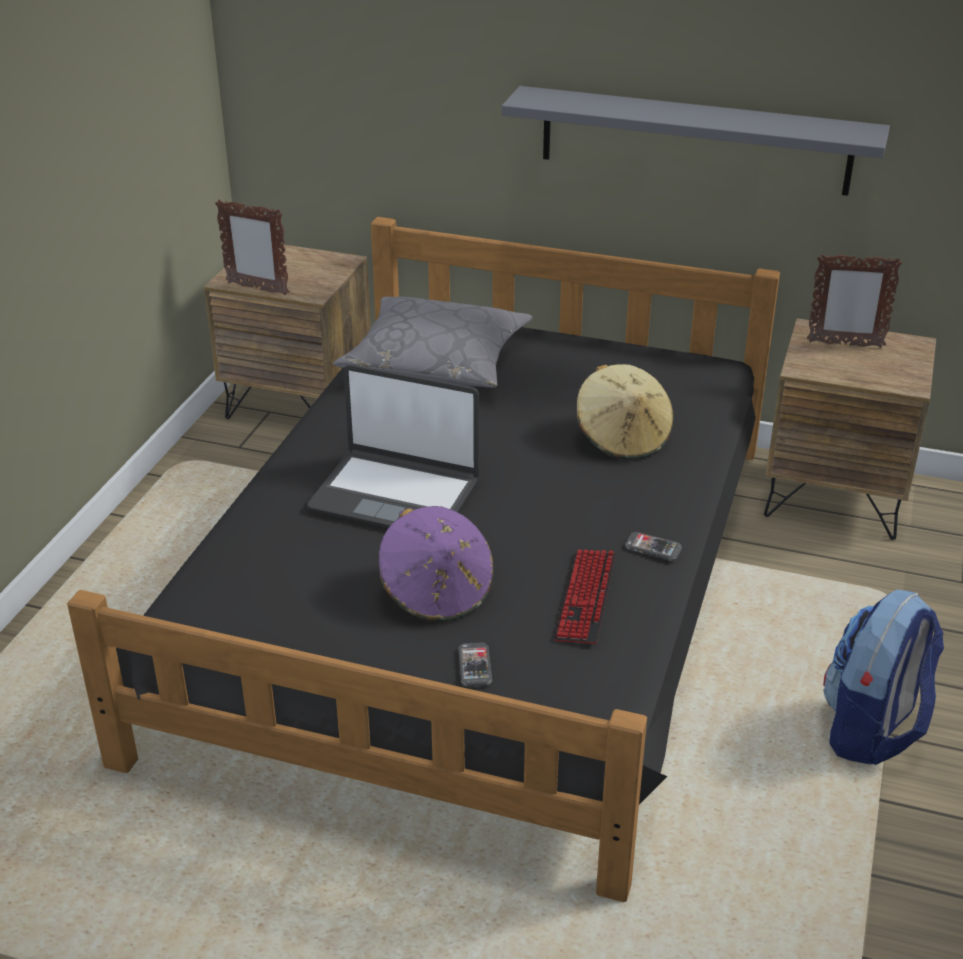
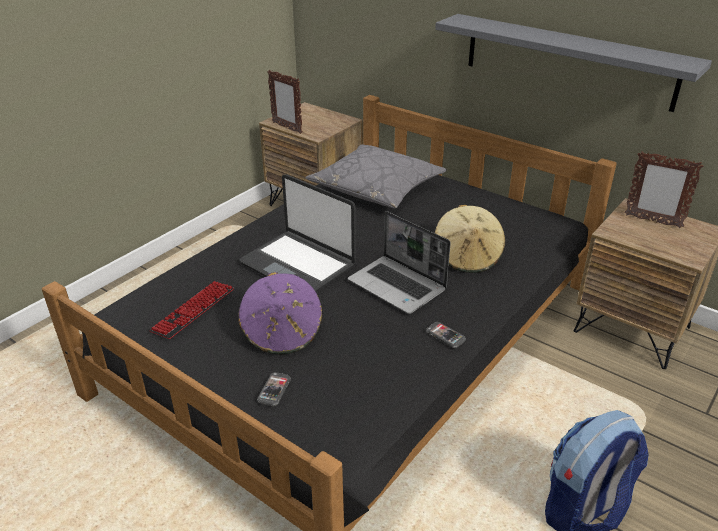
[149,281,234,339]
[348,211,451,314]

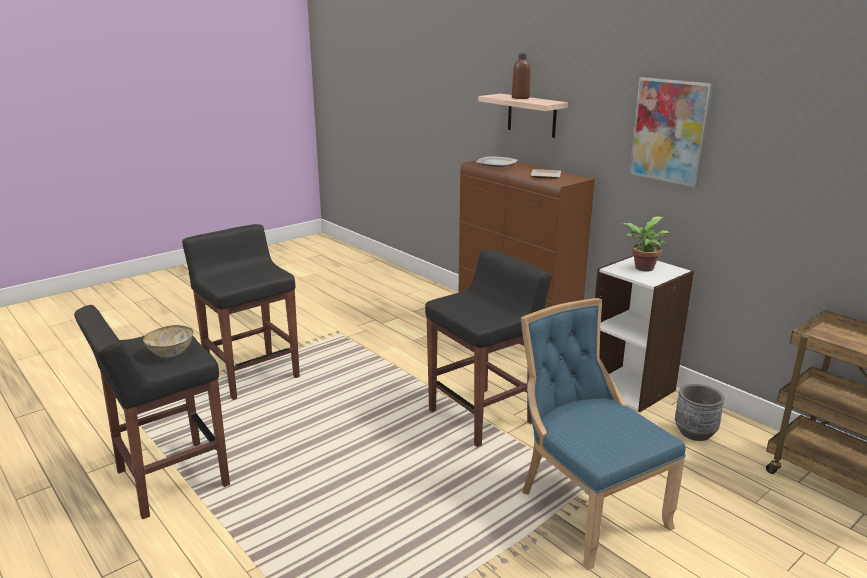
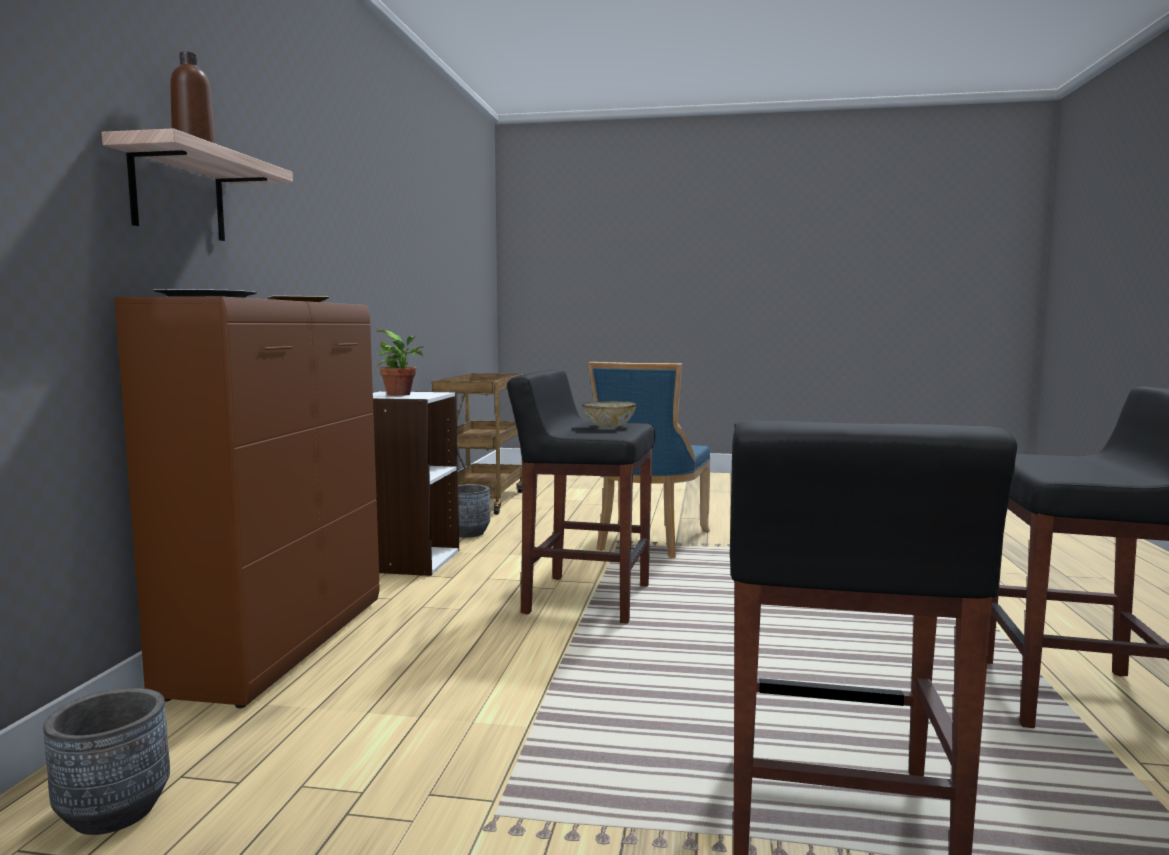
[629,77,713,188] (first image)
[582,401,637,427]
[43,688,170,835]

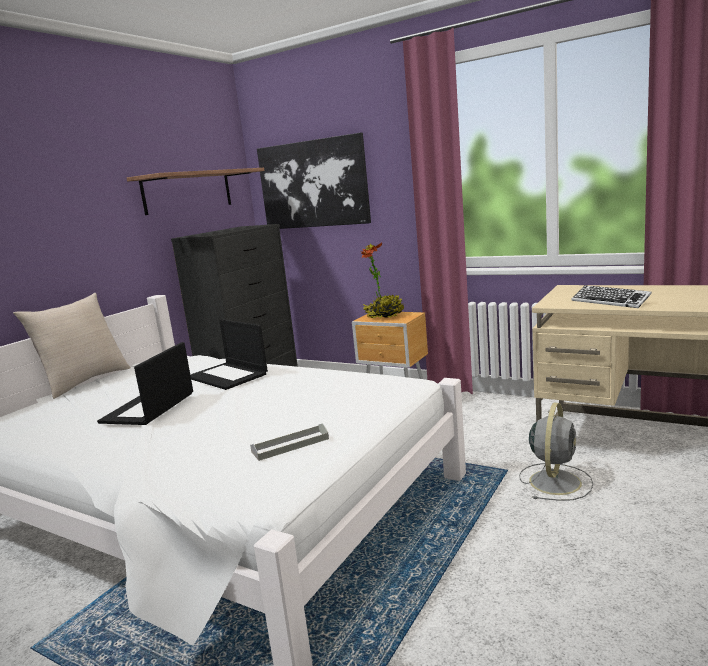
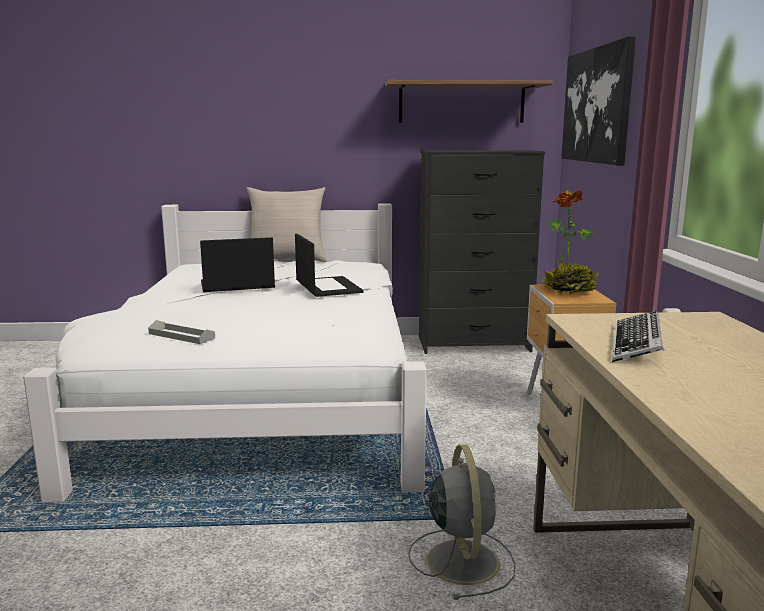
[295,234,364,297]
[408,445,516,600]

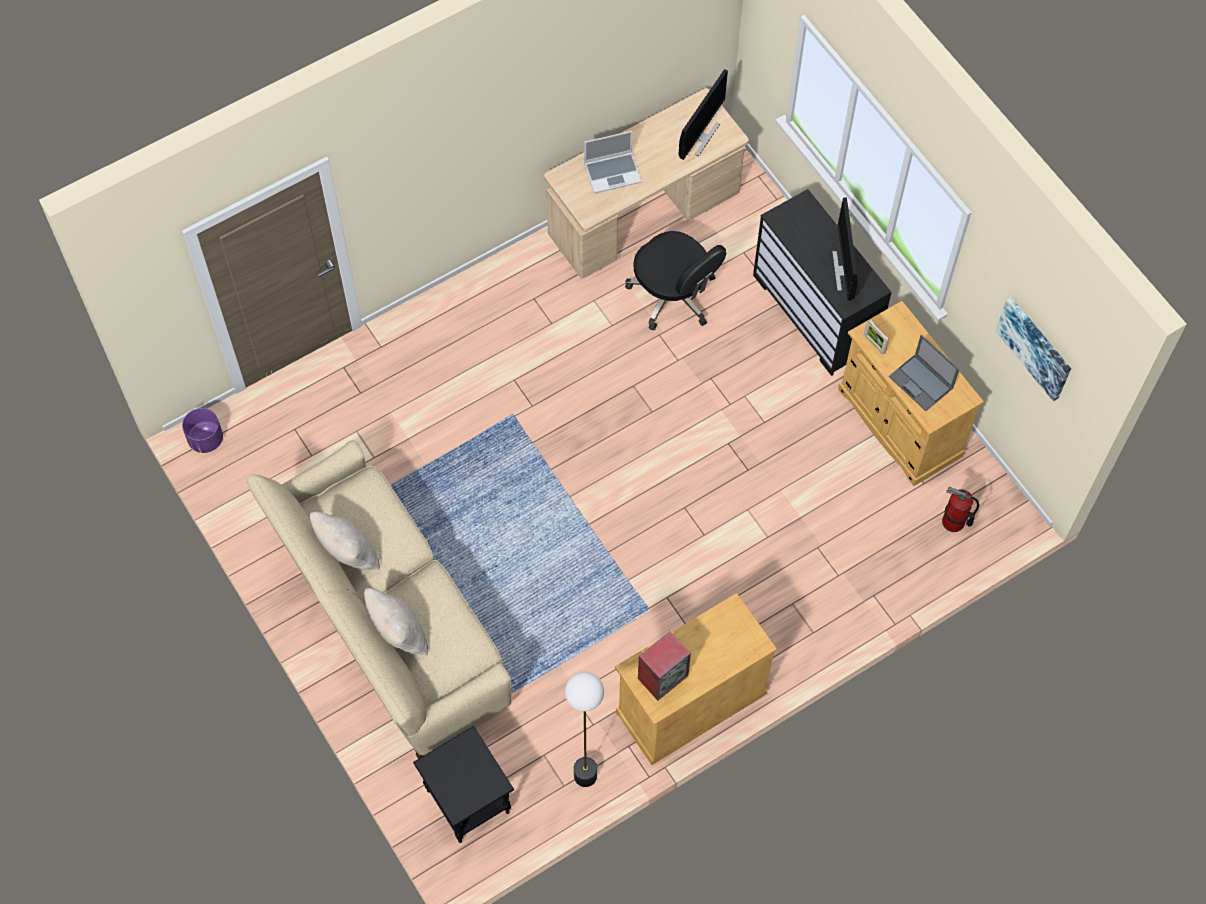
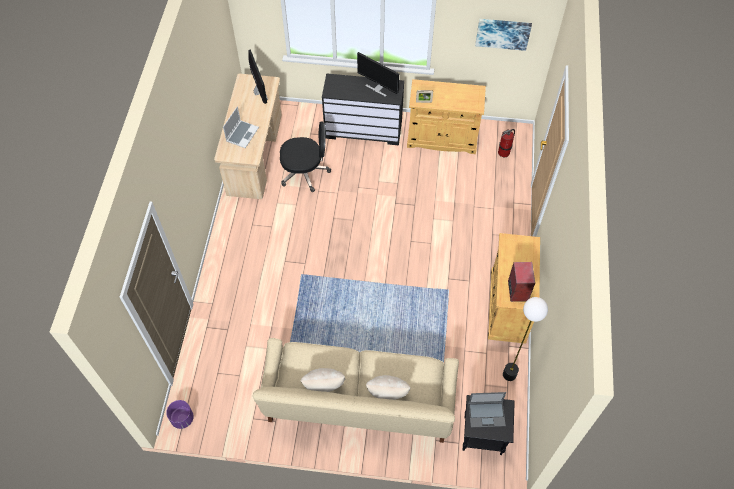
[468,392,506,427]

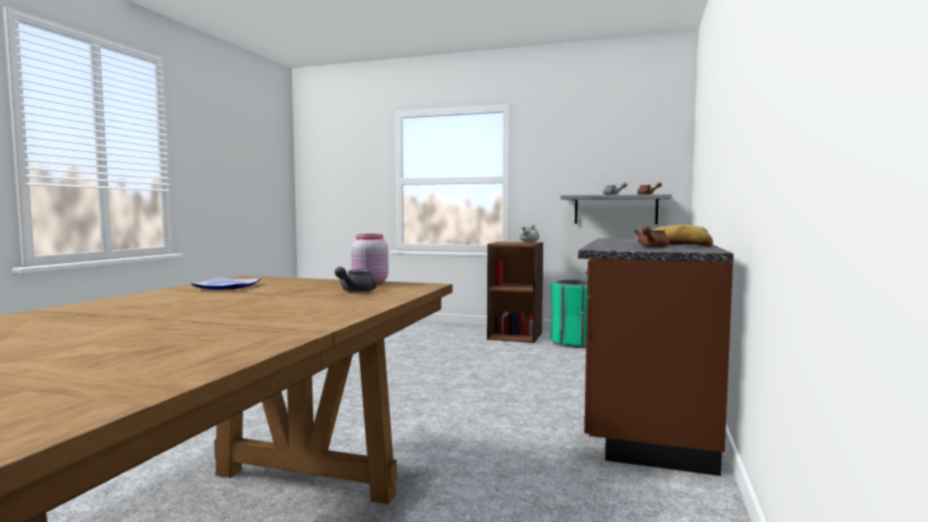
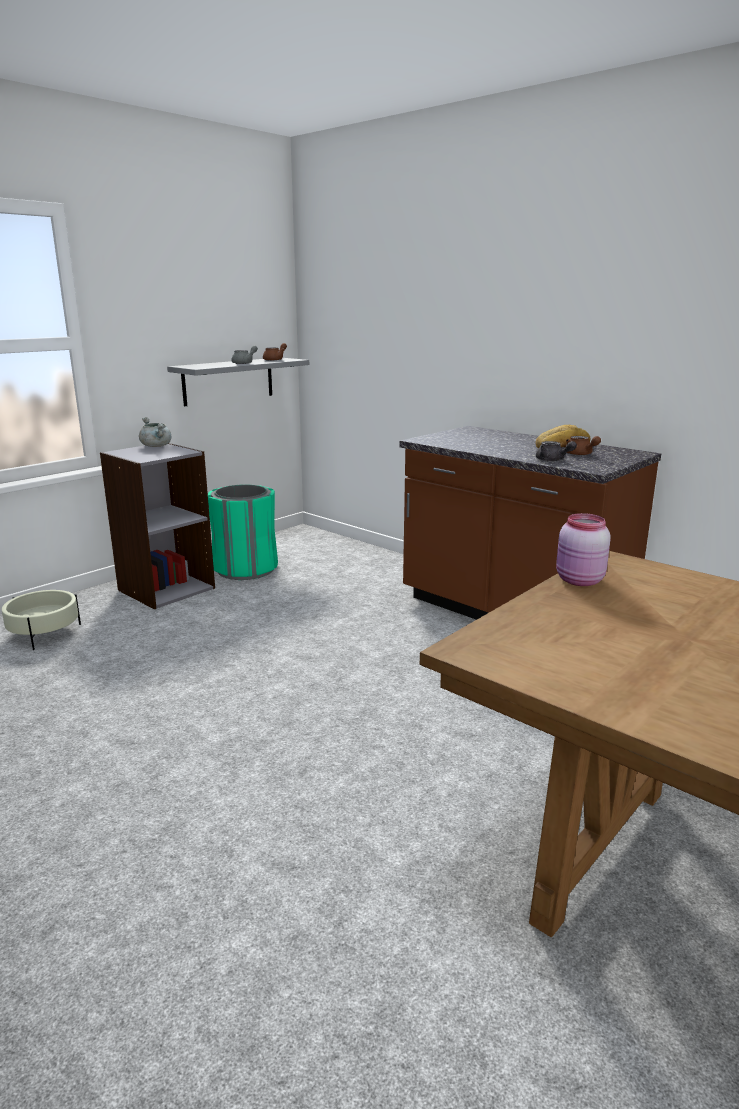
[100,443,215,609]
[536,441,577,462]
[191,277,261,290] (first image)
[2,590,81,650]

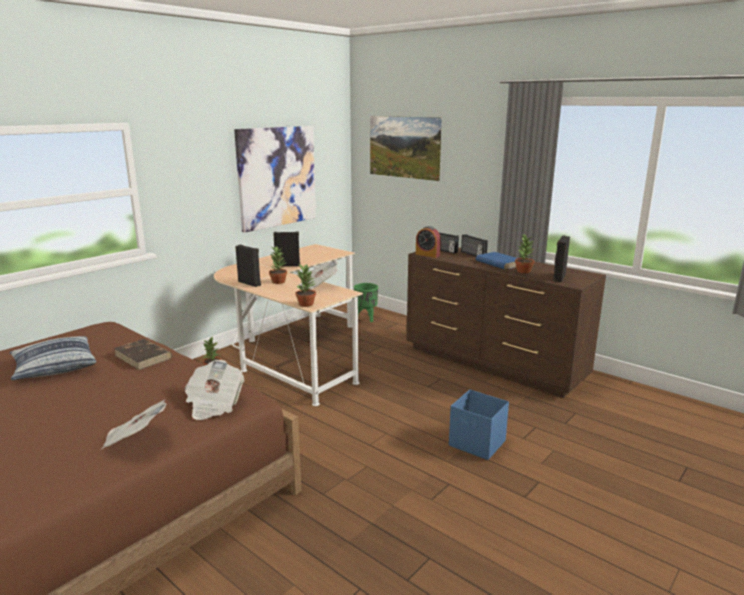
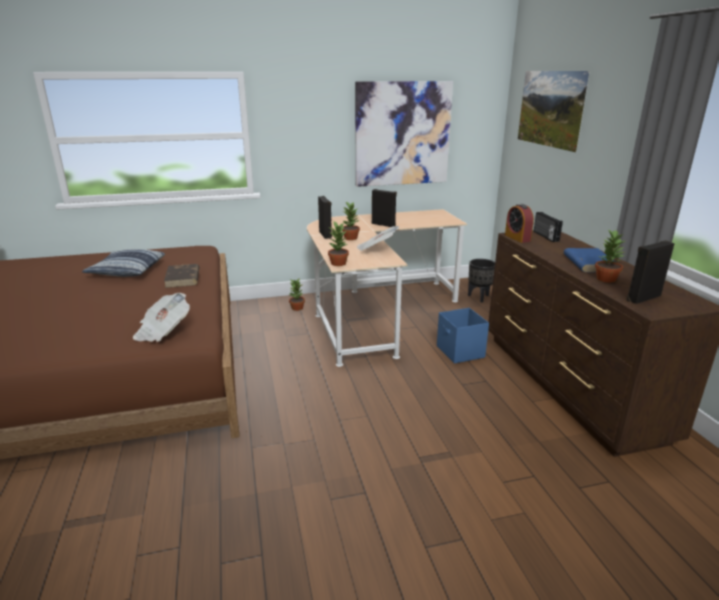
[461,234,488,256] (first image)
[468,259,495,302]
[437,308,489,364]
[101,400,166,449] (first image)

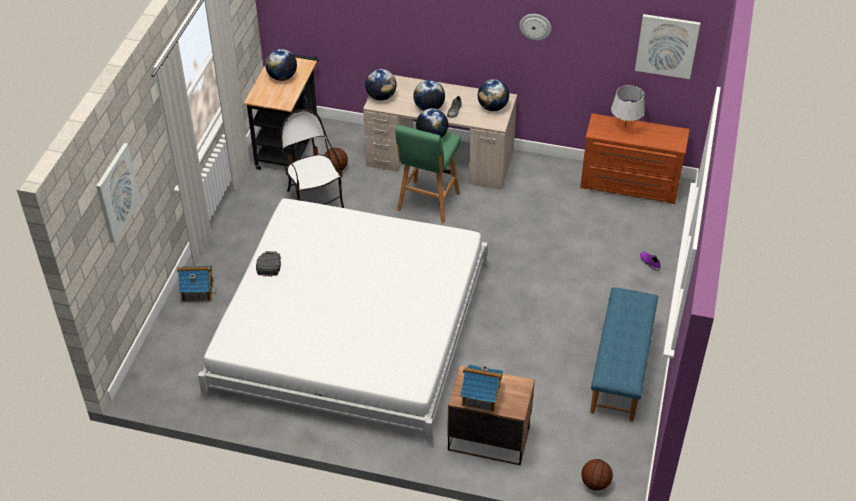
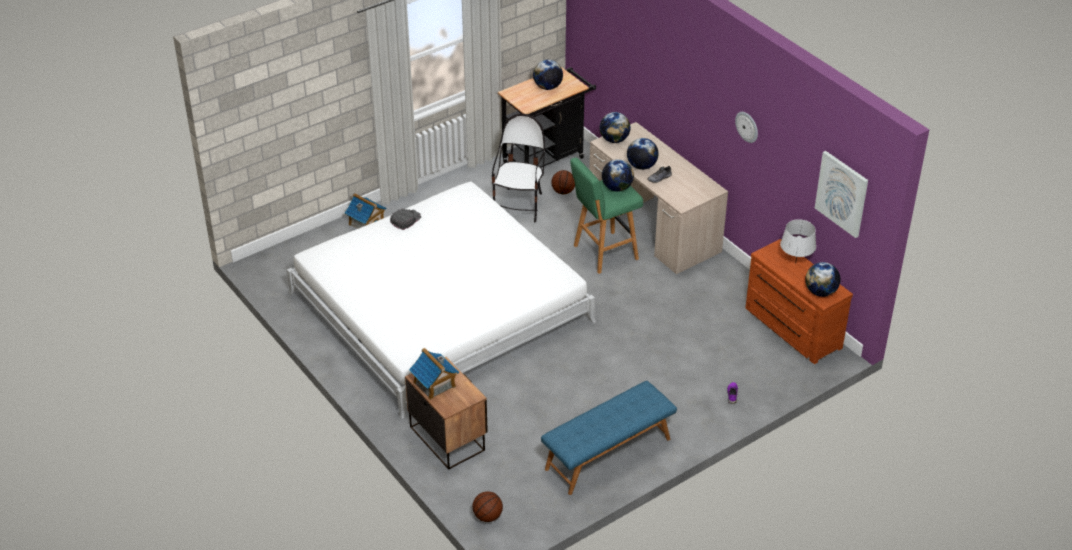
[805,262,841,297]
[96,143,141,243] (first image)

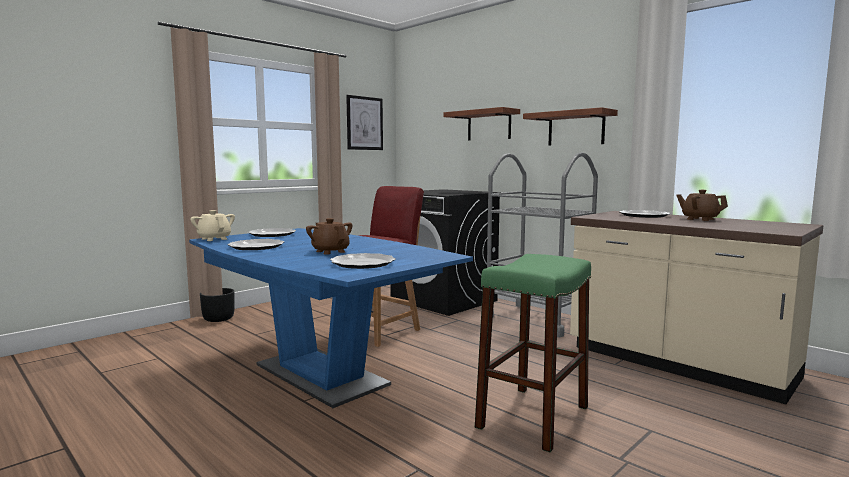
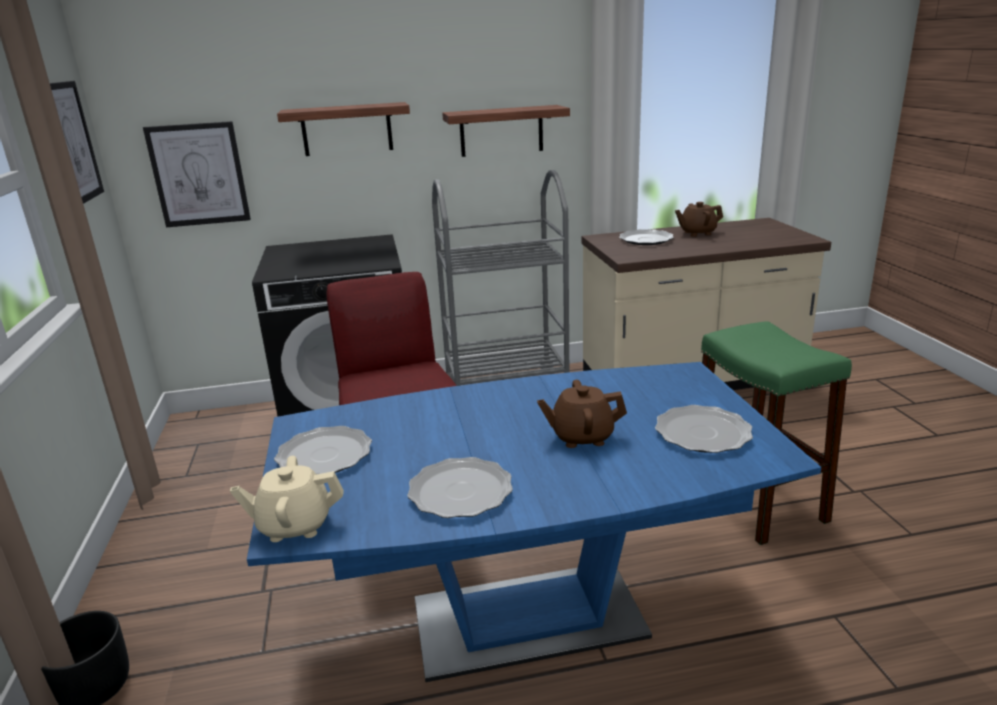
[143,121,251,227]

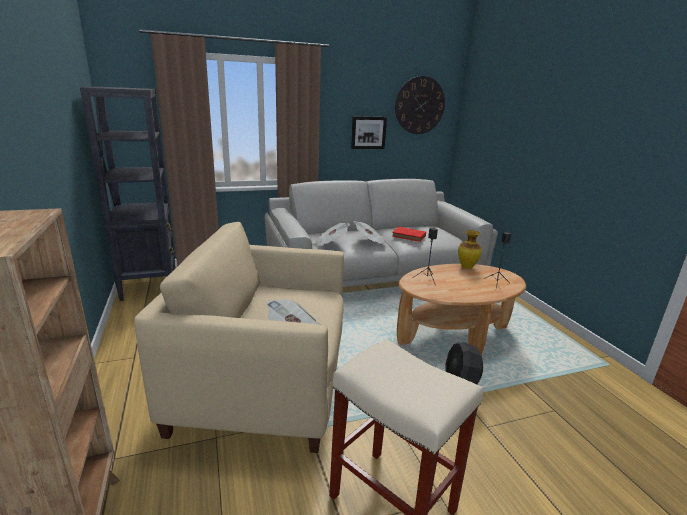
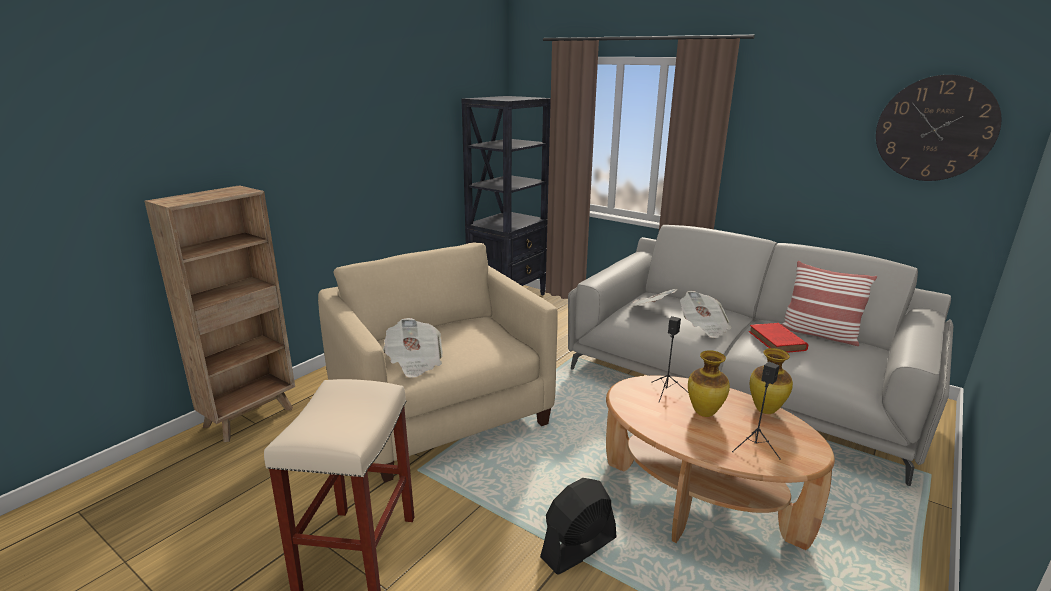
[351,116,387,149] (first image)
[781,261,877,346]
[688,350,730,417]

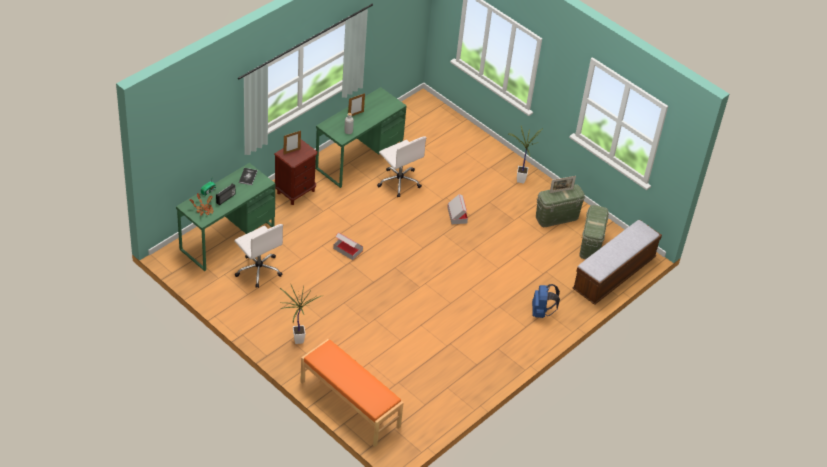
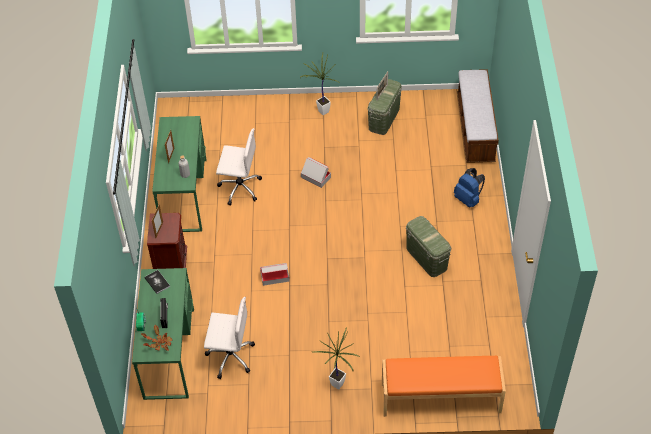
[406,216,451,277]

